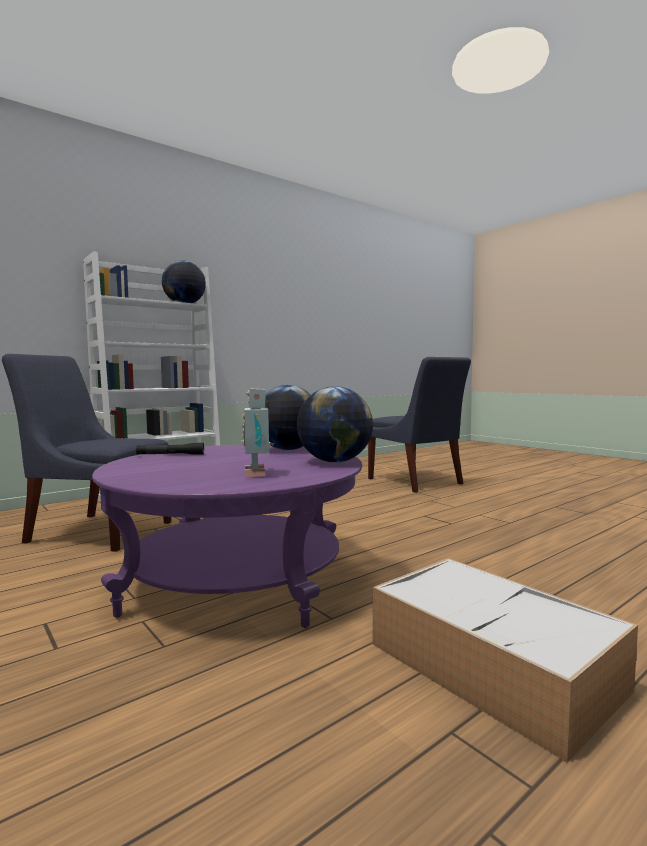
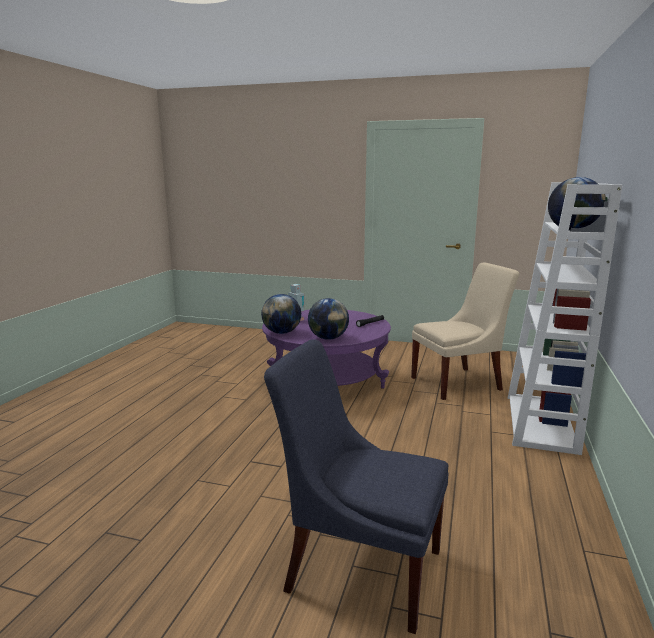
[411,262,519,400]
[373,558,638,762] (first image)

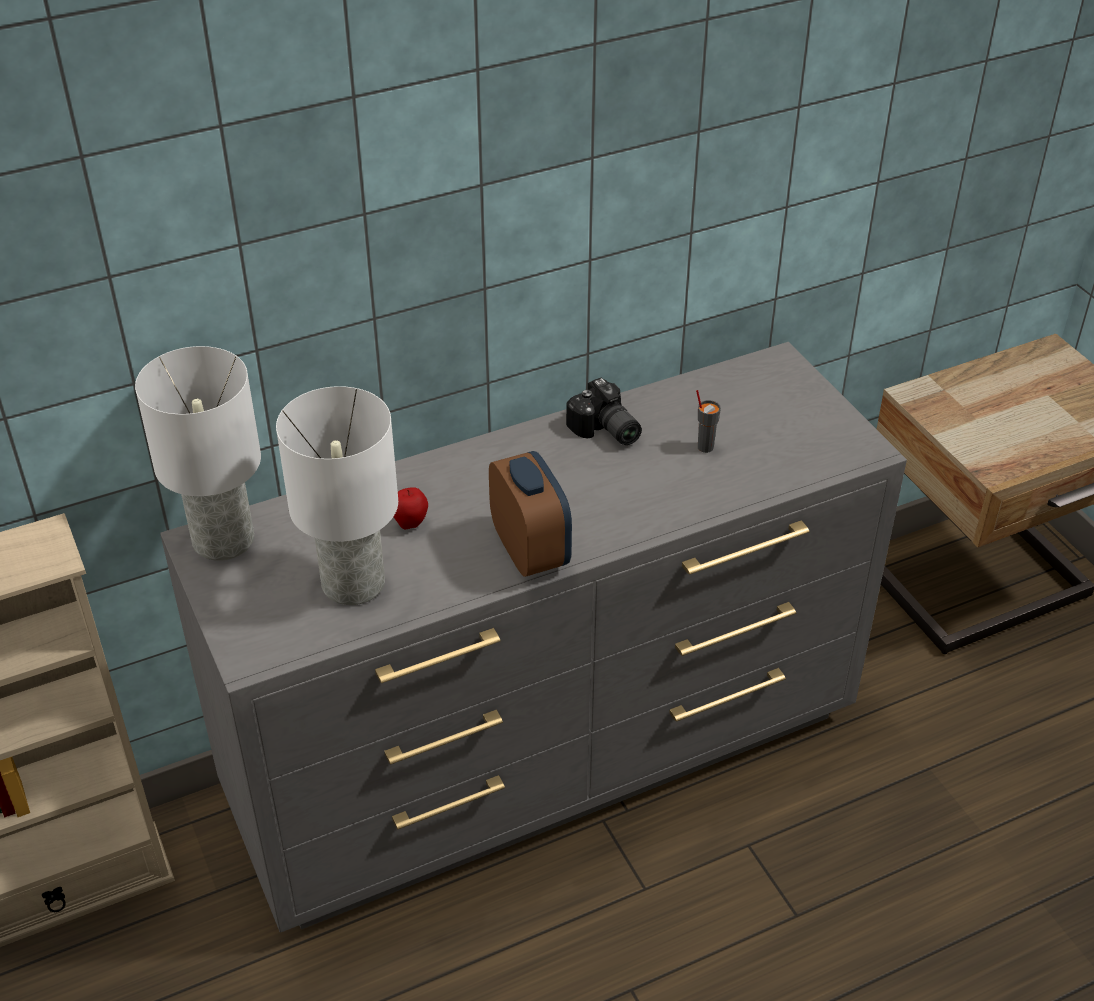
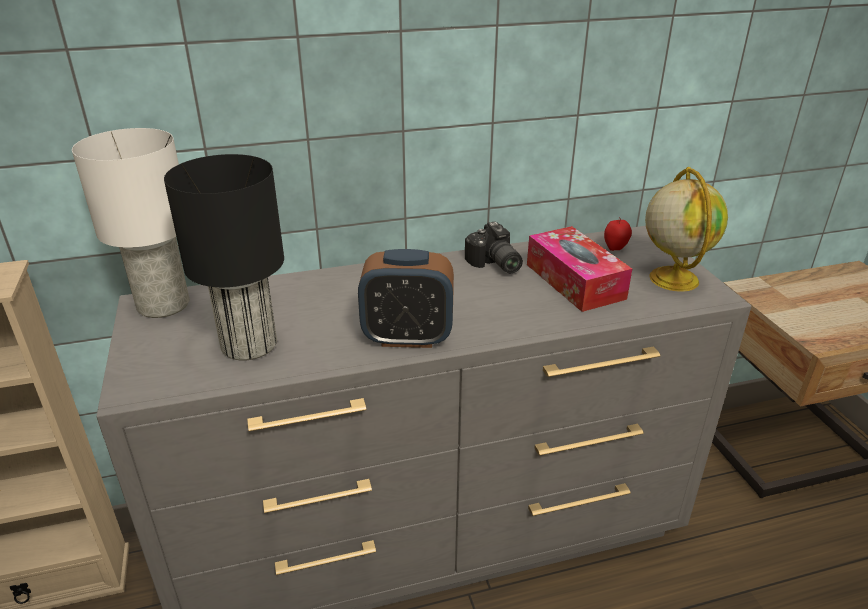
[164,154,284,361]
[527,226,632,312]
[358,249,454,348]
[604,217,632,251]
[645,167,728,292]

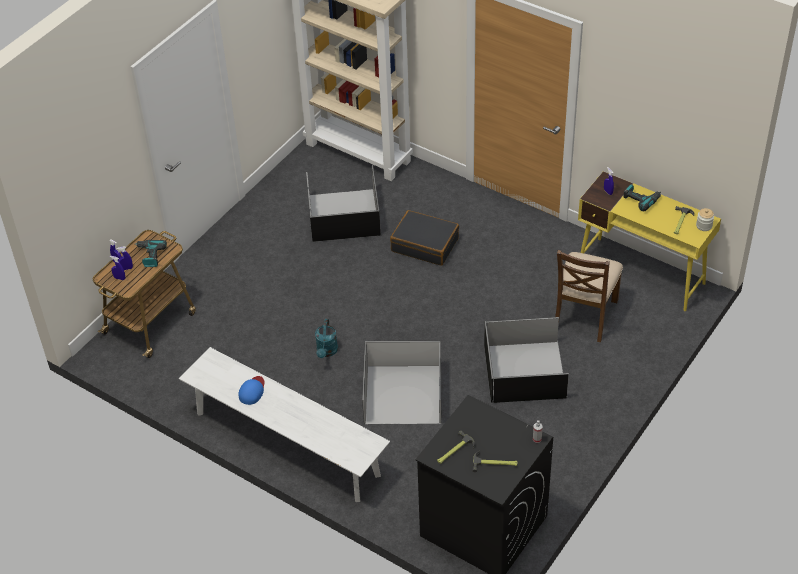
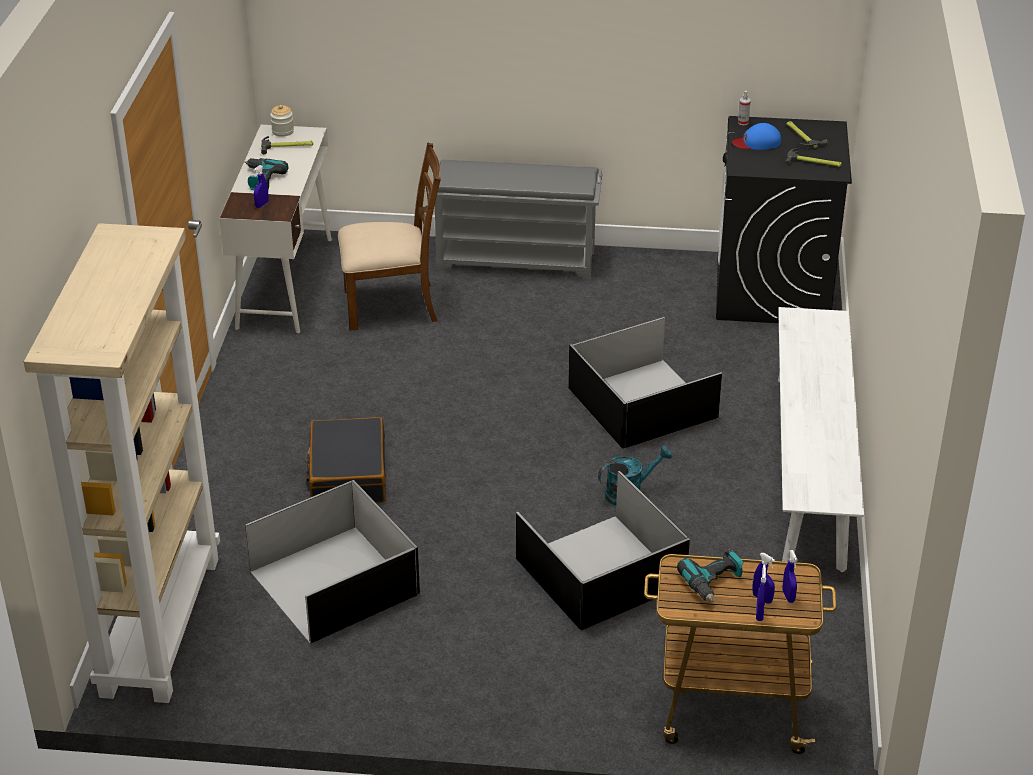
[219,125,332,333]
[516,471,690,631]
[732,123,781,150]
[432,160,602,279]

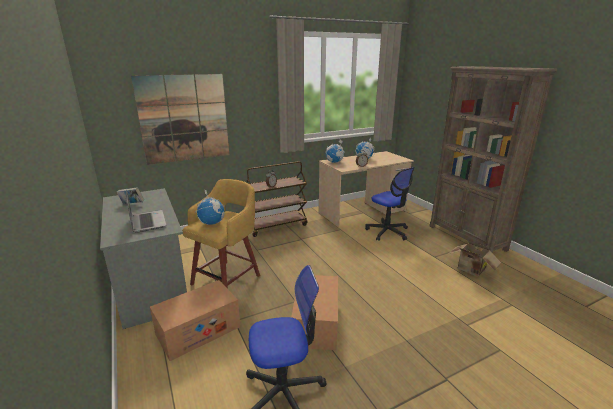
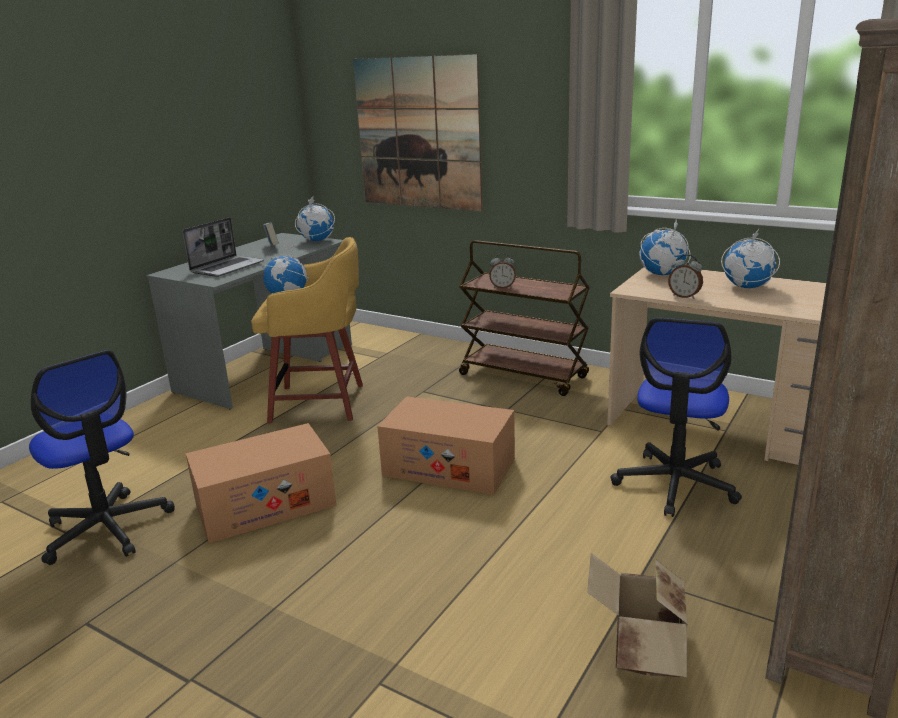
[377,396,515,495]
[295,196,335,241]

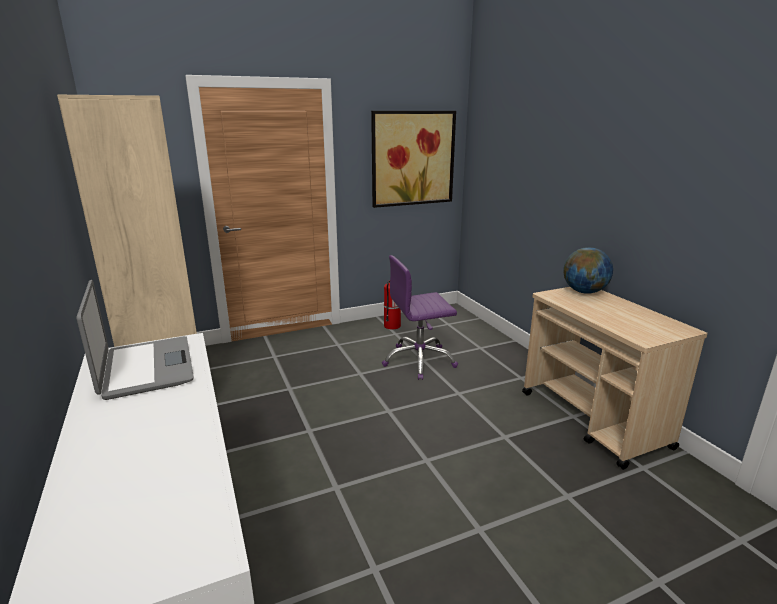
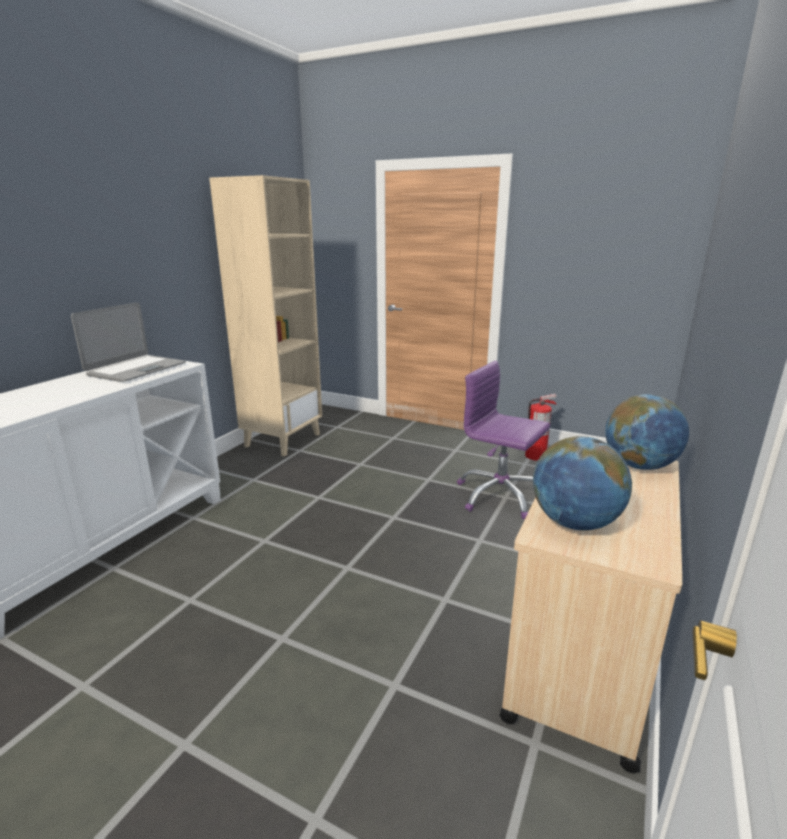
[371,111,456,208] (first image)
[533,436,632,531]

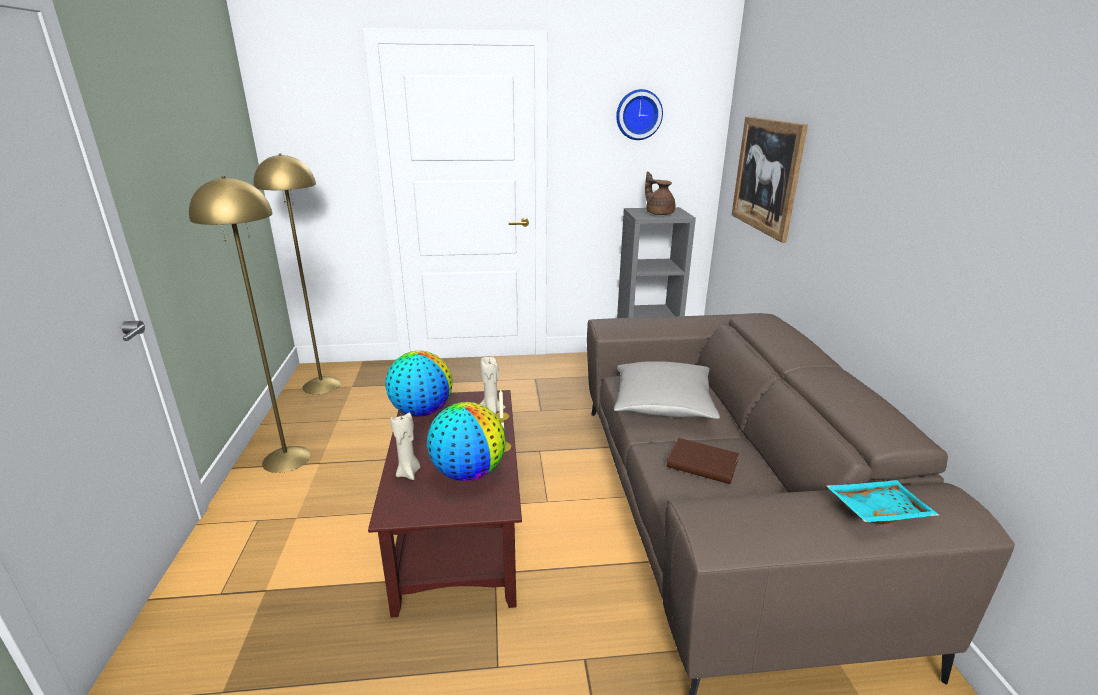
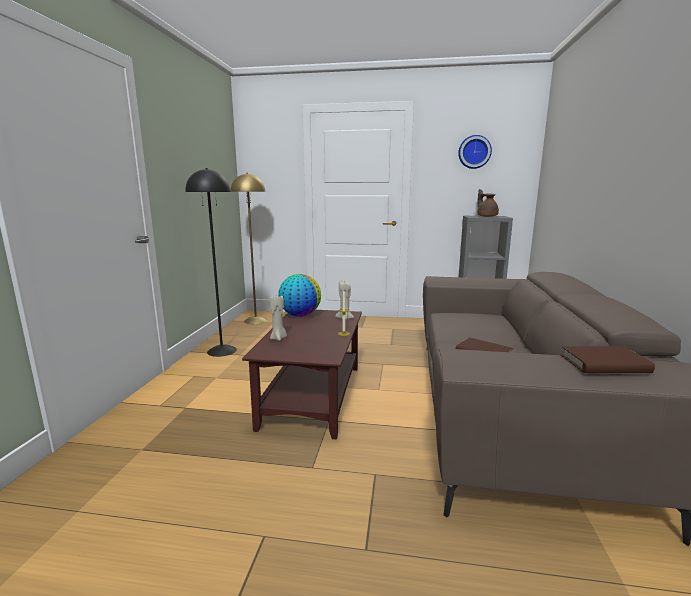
[732,116,808,243] (first image)
[185,168,237,357]
[614,361,720,419] (first image)
[427,402,506,481] (first image)
[561,346,655,373]

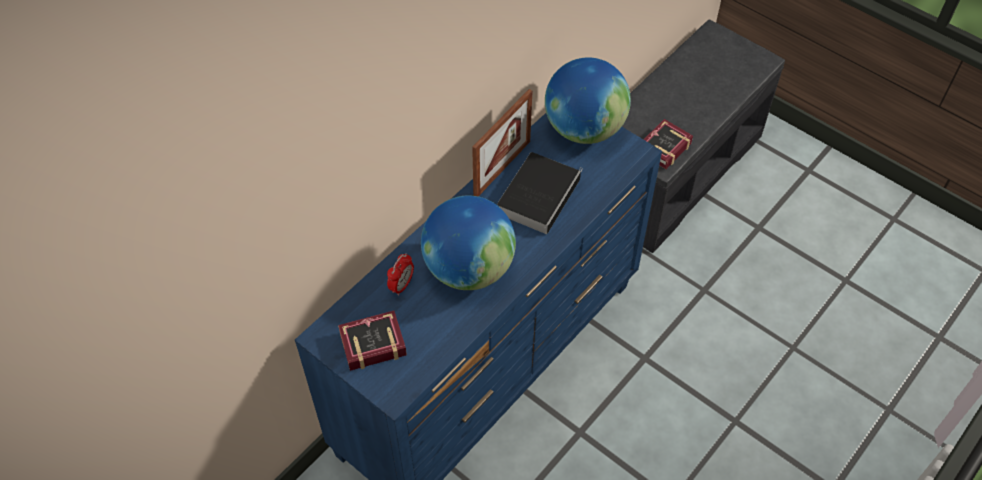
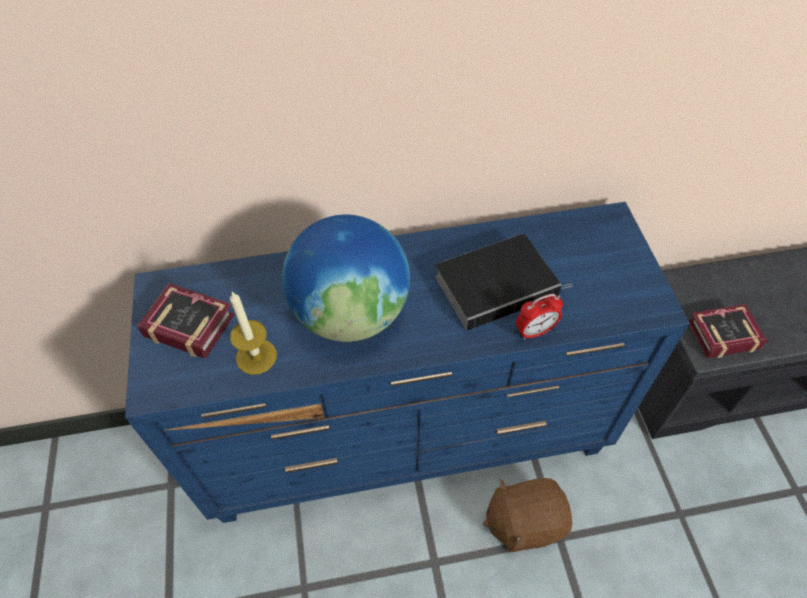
[545,57,631,144] (first image)
[472,89,532,197] (first image)
[516,294,563,340]
[230,292,277,375]
[483,478,572,552]

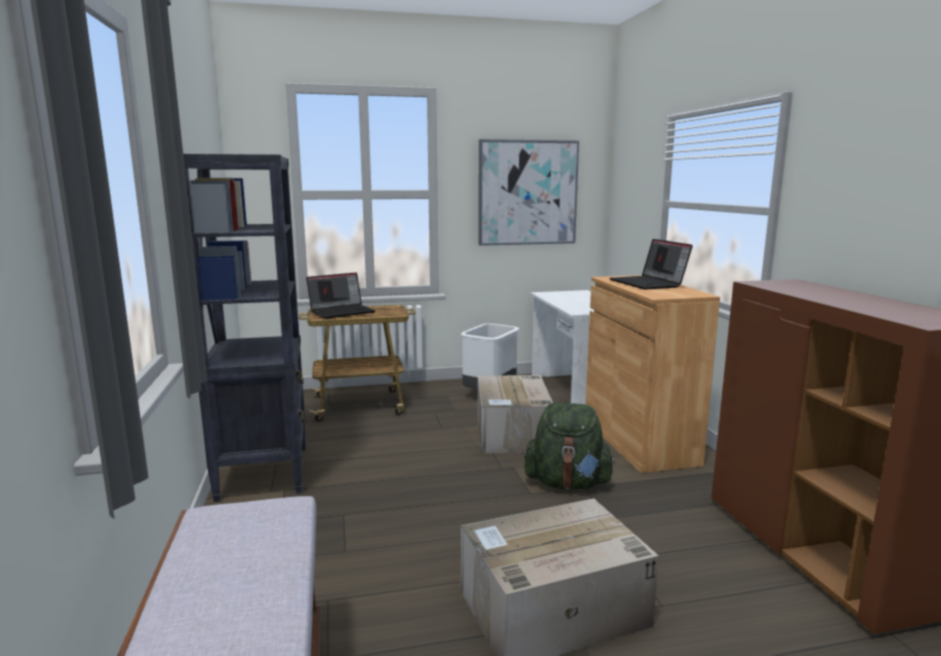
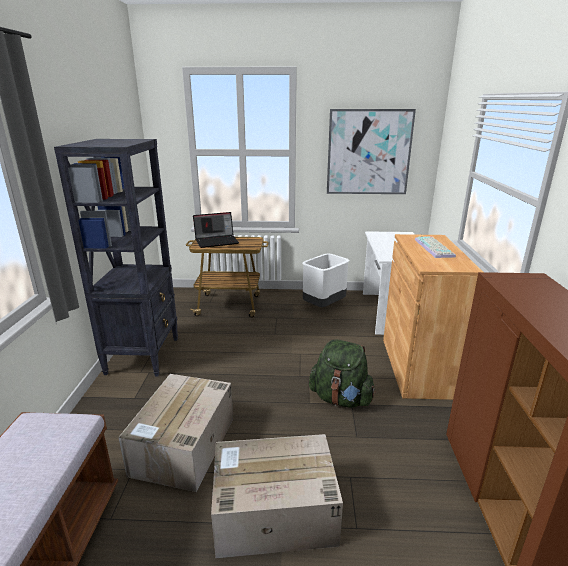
[415,236,456,258]
[118,374,233,492]

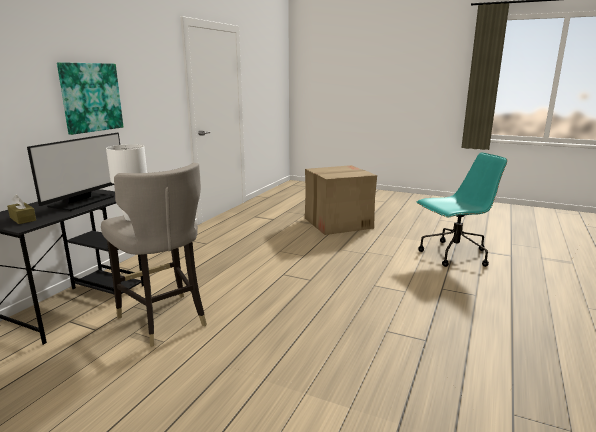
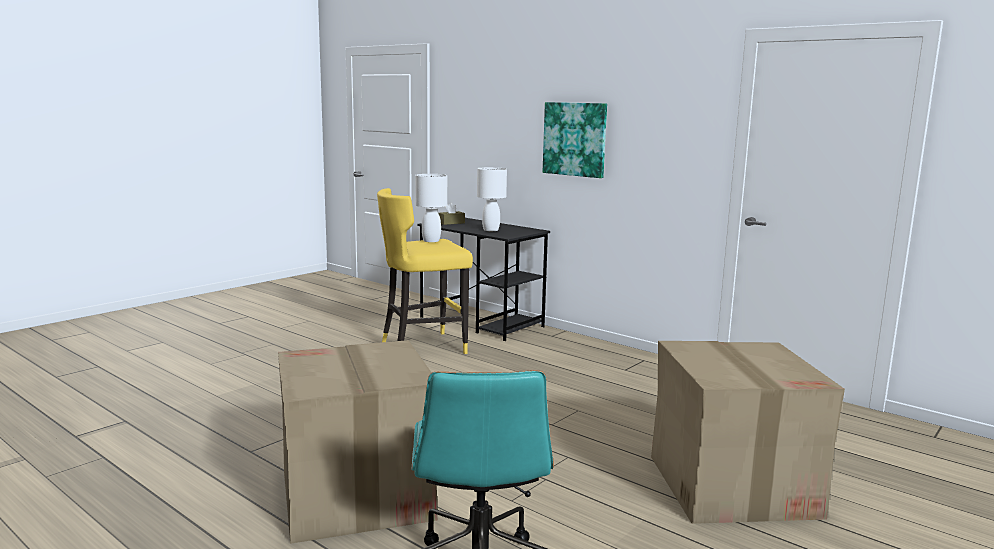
[477,167,507,231]
[377,188,473,354]
[278,340,438,544]

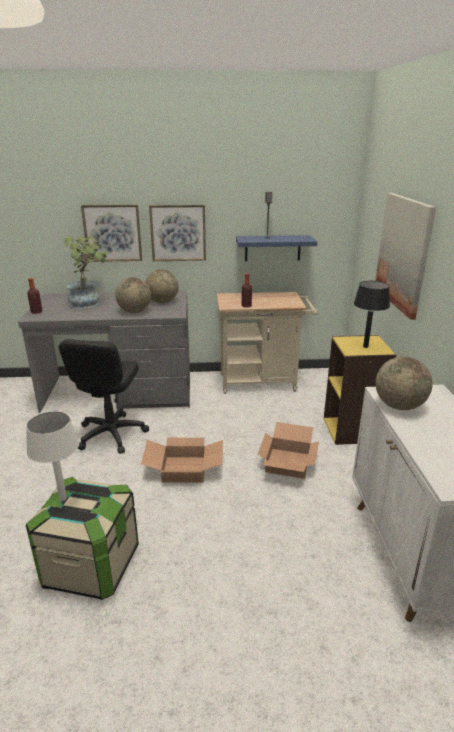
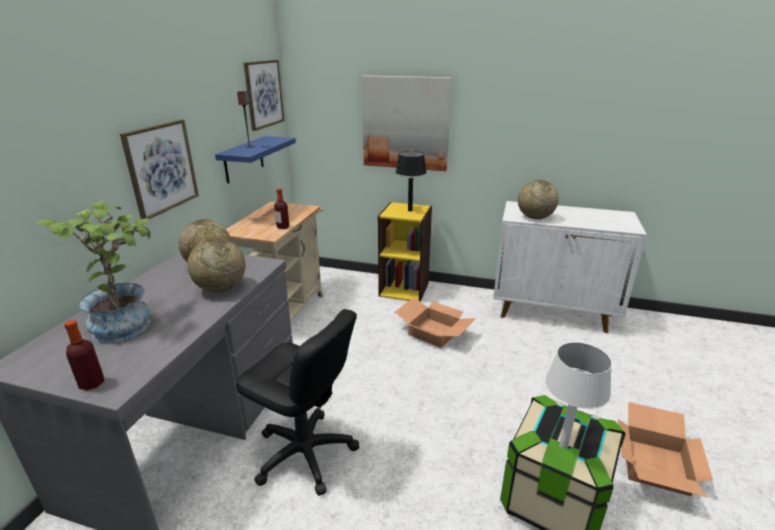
[244,60,285,131]
[618,402,713,497]

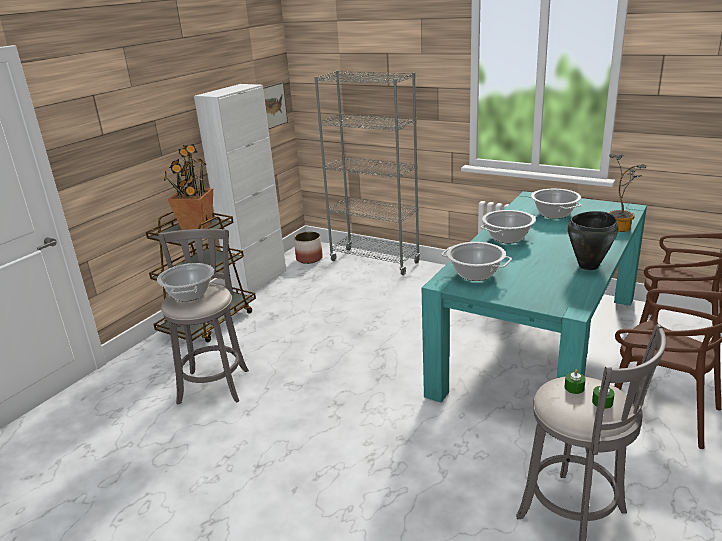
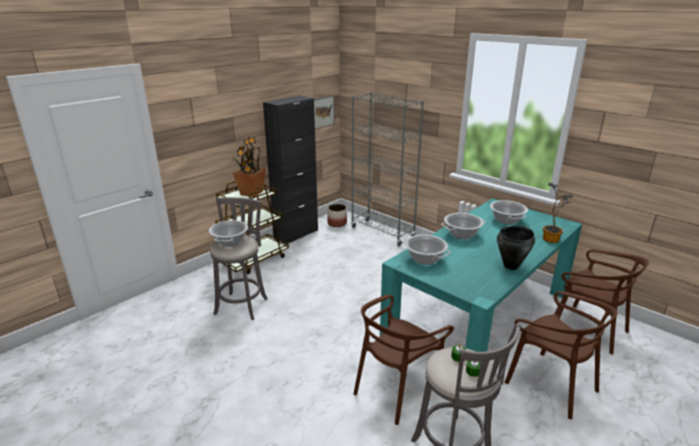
[263,95,318,245]
[354,295,454,425]

